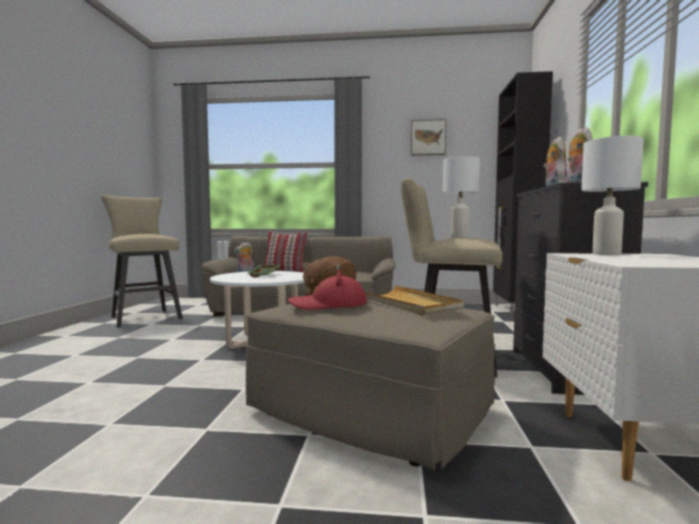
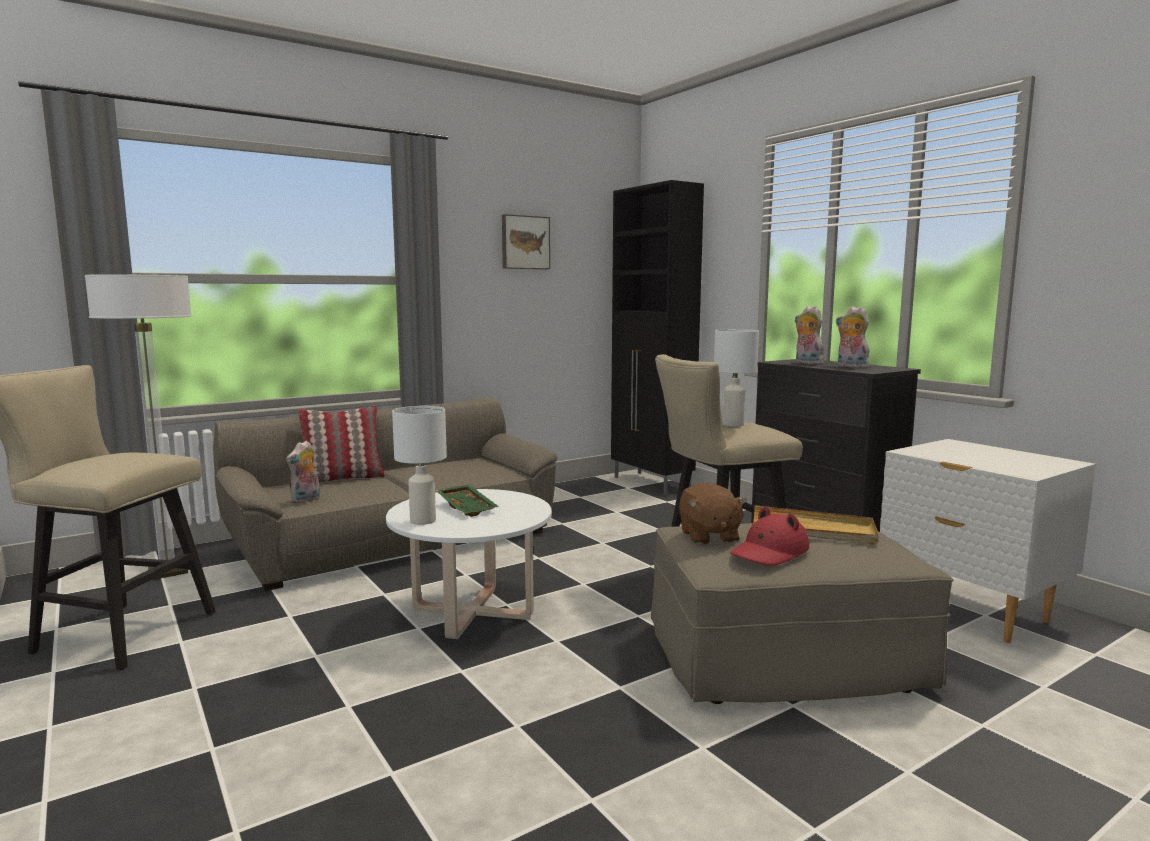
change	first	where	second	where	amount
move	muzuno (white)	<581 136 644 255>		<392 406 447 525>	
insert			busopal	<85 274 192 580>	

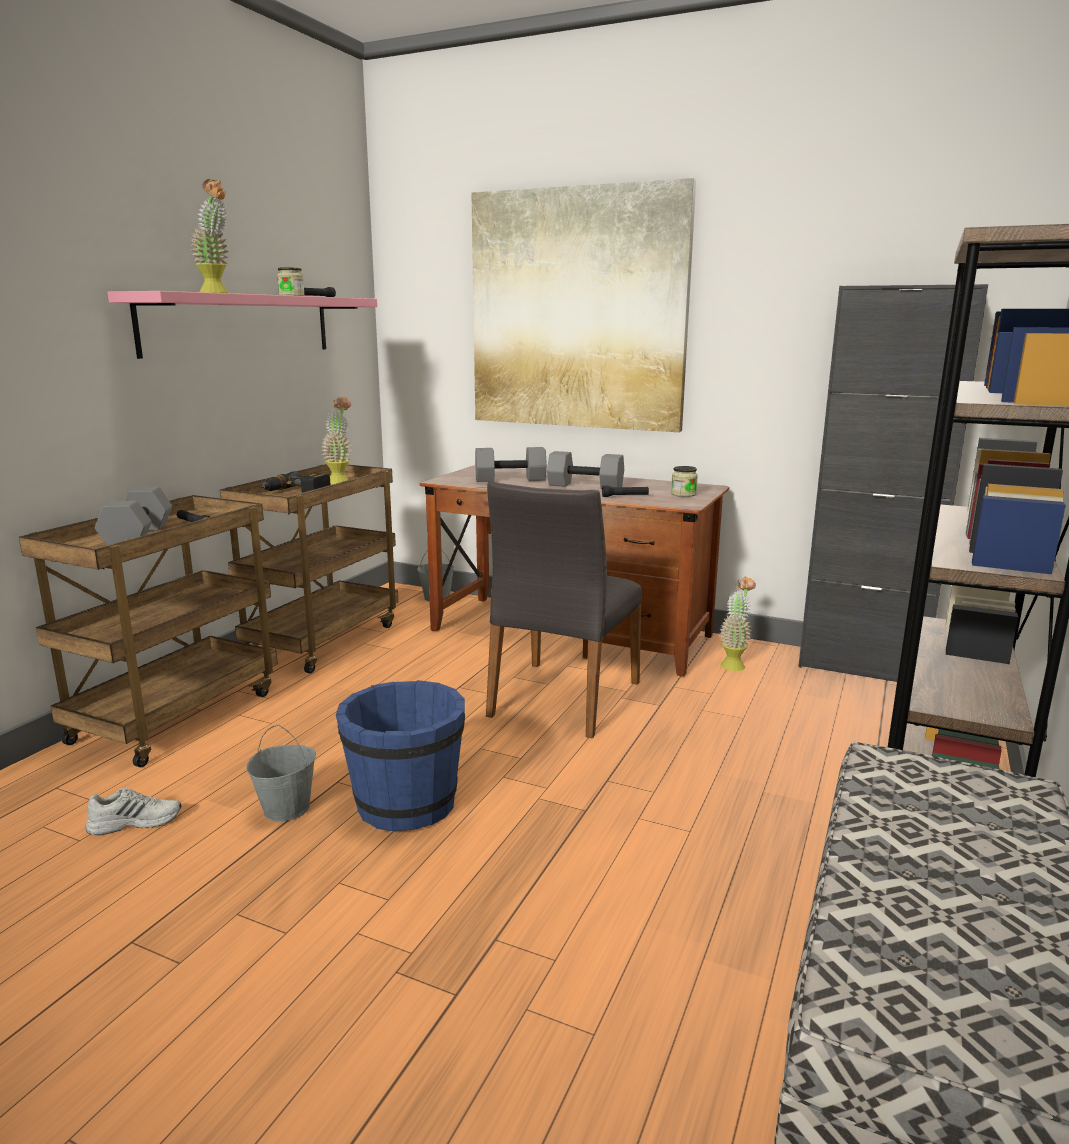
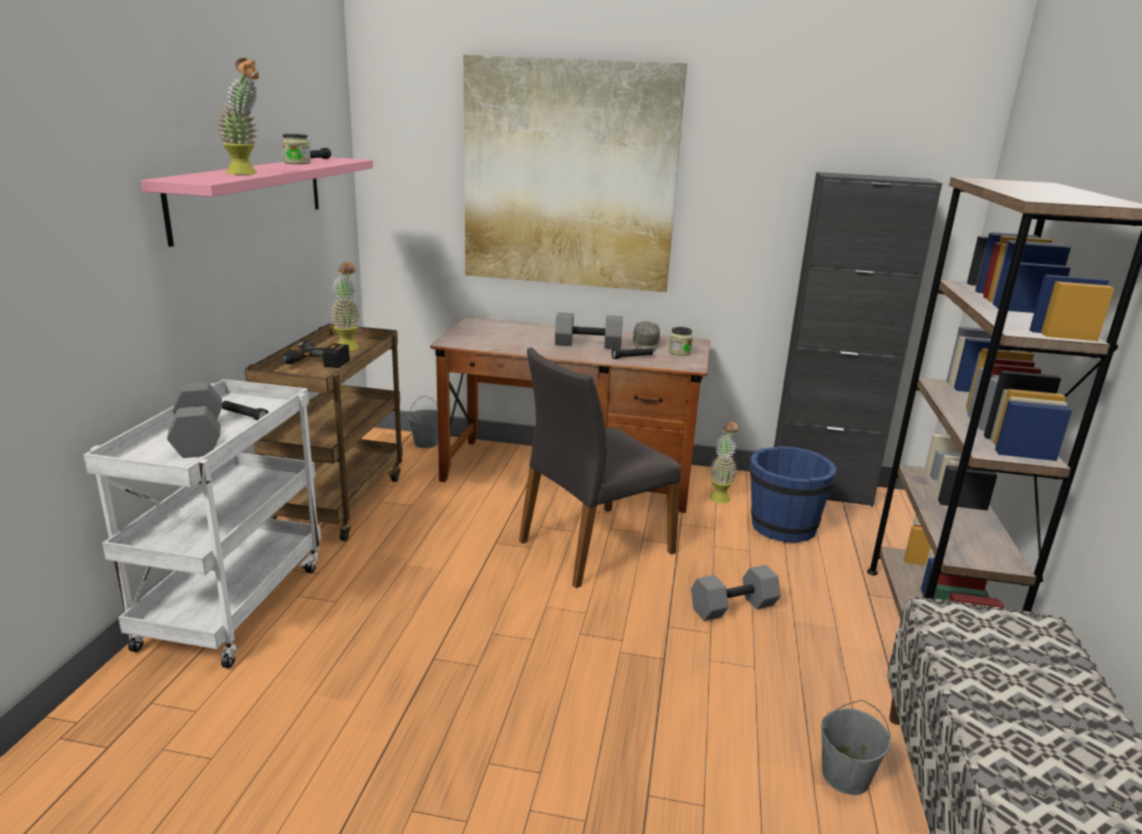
change	first	where	second	where	amount
move	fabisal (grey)	<475 447 547 482>		<691 565 781 621>	
rotate	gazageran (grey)	<486 481 642 738>		<519 347 681 588>	45 degrees clockwise
recolor	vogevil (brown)	<19 495 278 767>	vogevil (white)	<84 379 321 668>	
move	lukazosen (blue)	<336 680 465 831>		<750 446 837 543>	
move	lukazosen (grey)	<246 724 316 822>		<821 700 891 795>	
delete	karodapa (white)	<85 788 181 836>			
insert			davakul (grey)	<633 322 660 352>	

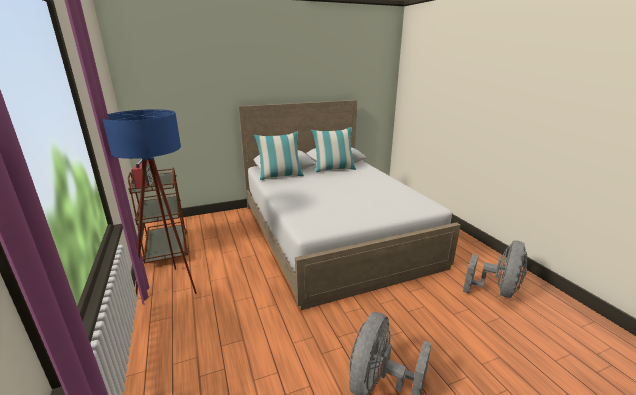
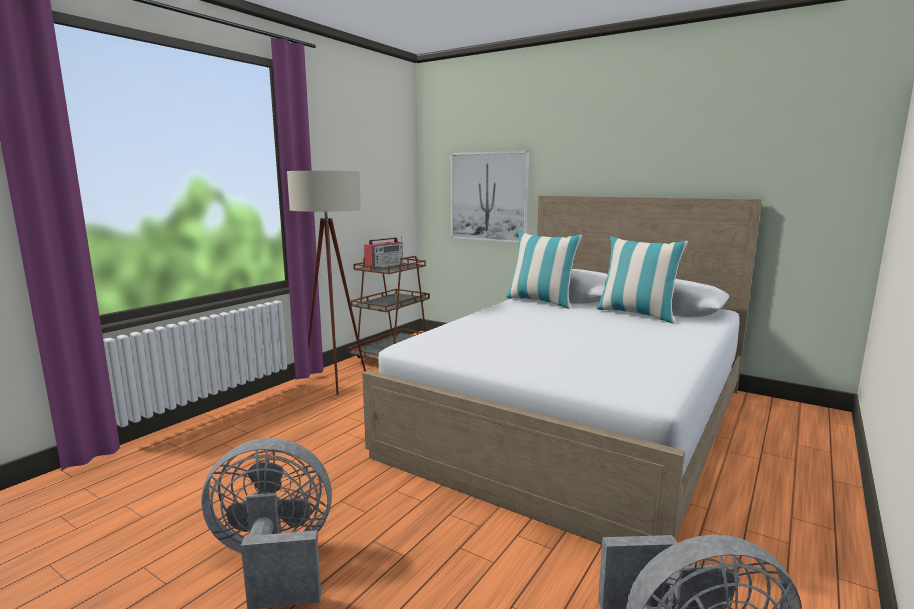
change	first	where	second	where	amount
recolor	busopal (blue)	<103 109 197 295>	busopal (beige)	<287 171 366 395>	
insert			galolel	<451 151 529 243>	

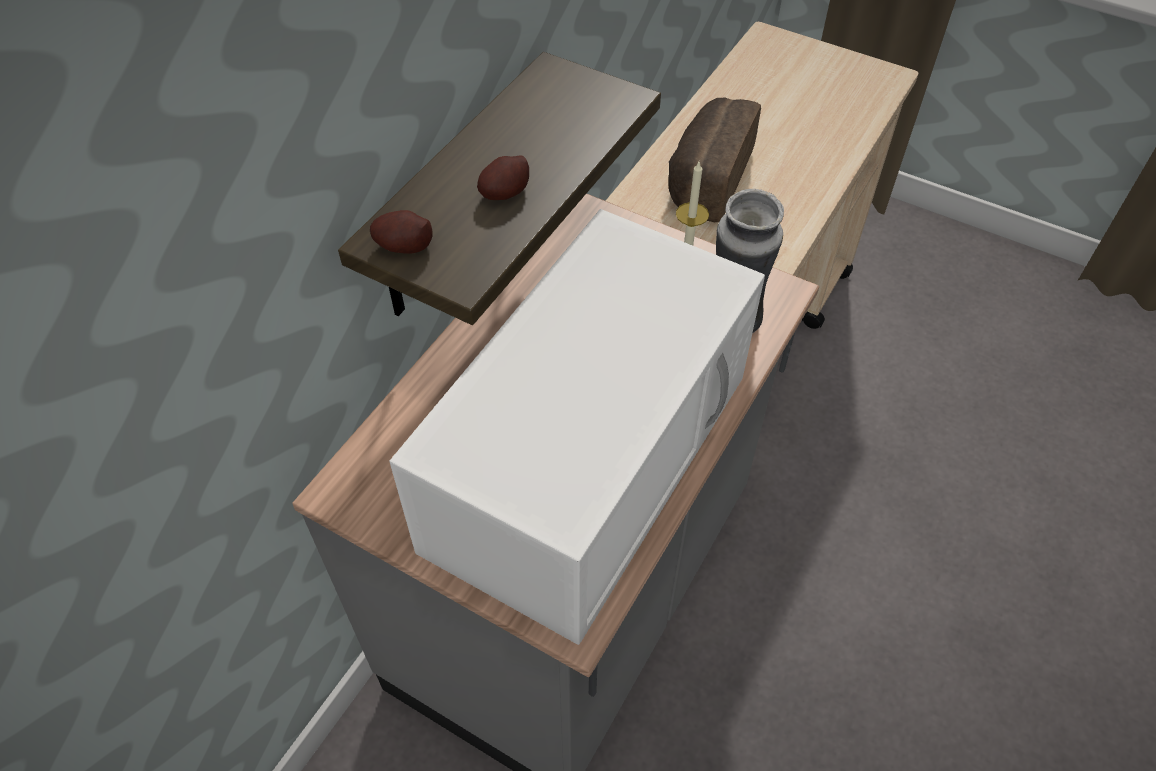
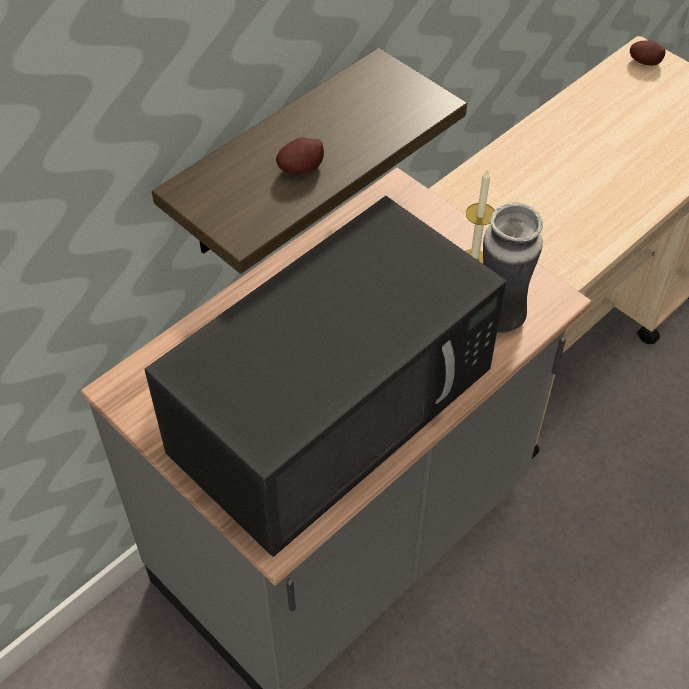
change	first	where	second	where	amount
delete	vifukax	<668 98 761 222>			
recolor	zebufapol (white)	<389 209 765 645>	zebufapol (black)	<144 196 506 557>	
move	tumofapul	<370 210 433 254>		<630 41 666 66>	

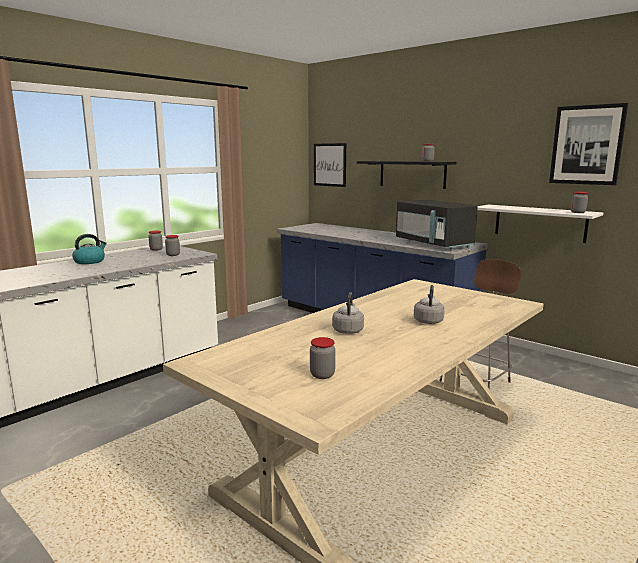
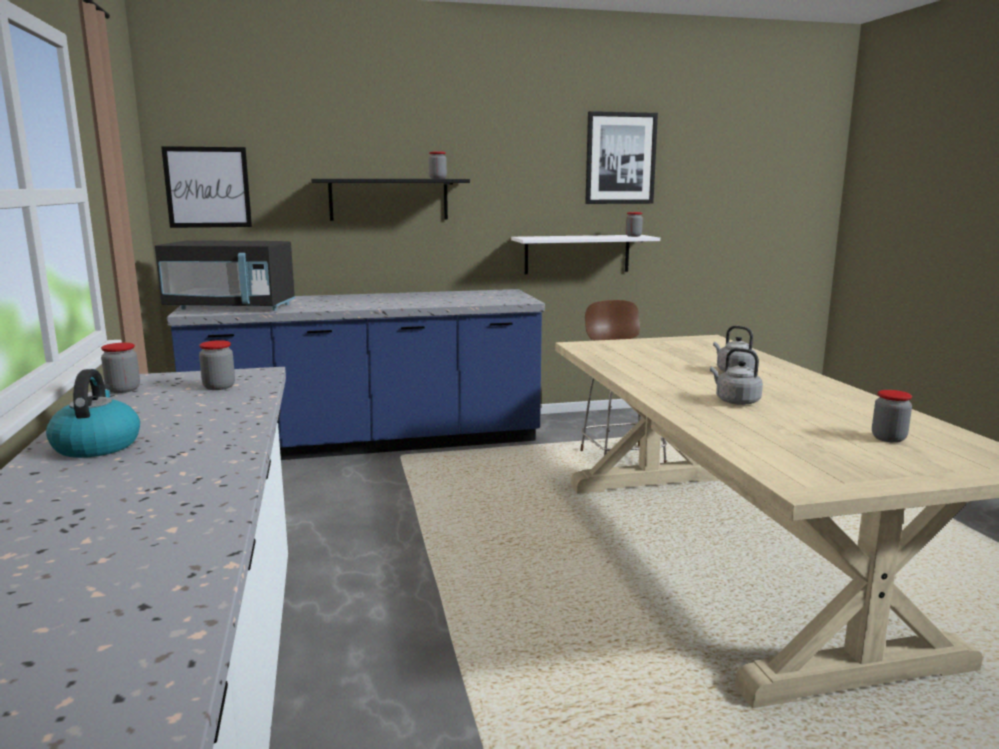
change	first	where	second	where	amount
move	zebufapol (black)	<396 200 478 250>		<155 240 295 311>	

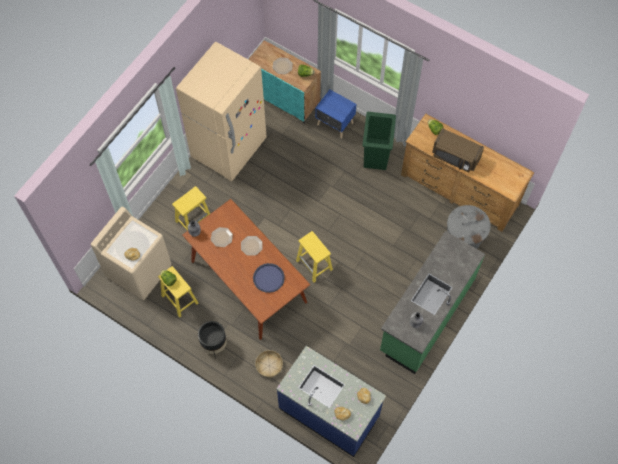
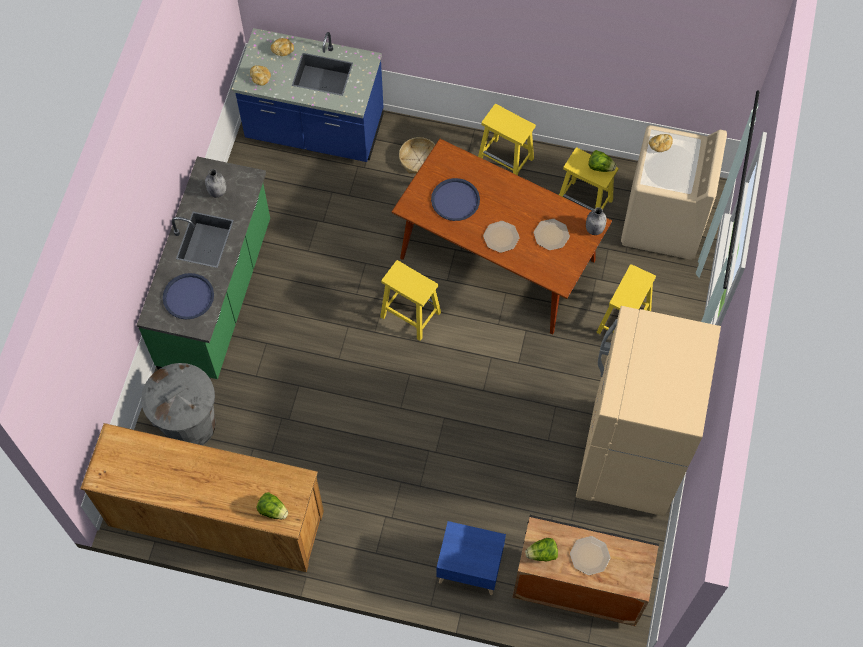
change	first	where	second	where	amount
recolor	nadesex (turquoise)	<248 40 321 124>	nadesex (black)	<512 515 659 626>	
delete	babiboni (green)	<363 112 396 170>			
delete	zebufapol (brown)	<432 128 484 172>			
replace	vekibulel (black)	<198 321 227 359>	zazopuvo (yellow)	<478 104 536 175>	
insert			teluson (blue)	<163 273 214 319>	

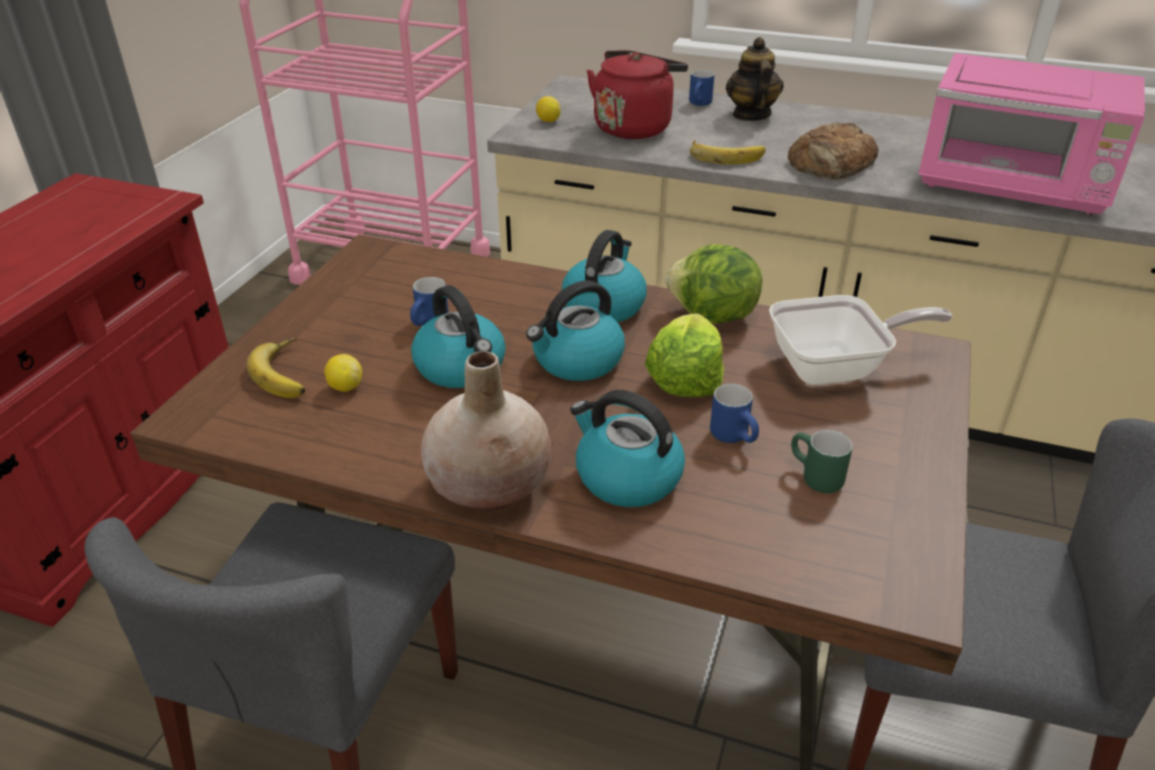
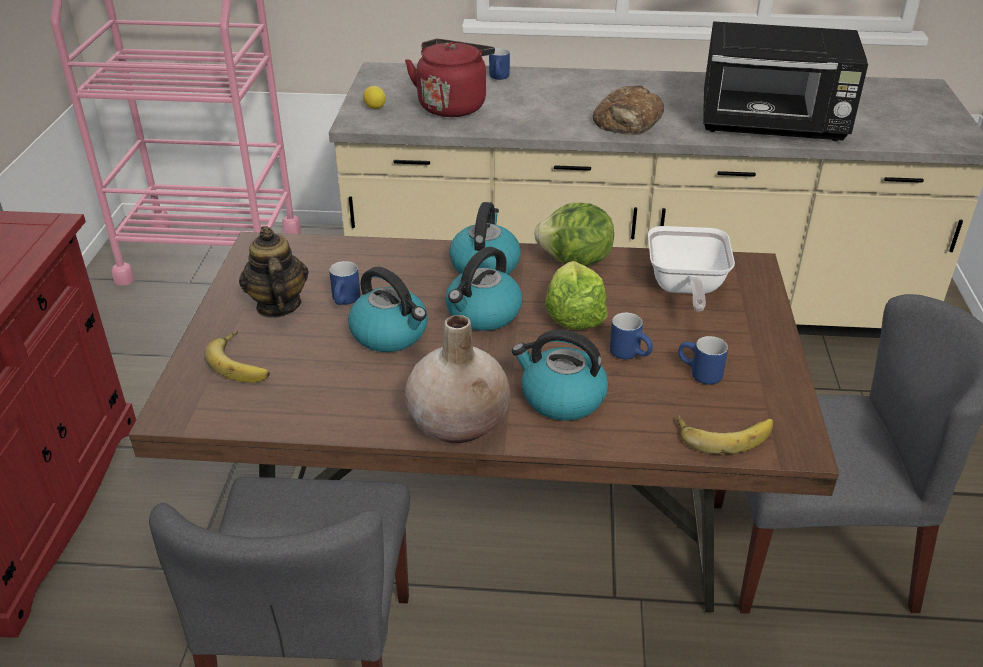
change	first	where	second	where	amount
move	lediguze	<726 37 784 121>		<239 226 309 318>	
recolor	zebufapol (pink)	<918 53 1145 215>	zebufapol (black)	<703 21 868 141>	
move	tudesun	<690 140 765 164>		<677 415 773 454>	
rotate	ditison	<769 295 953 385>		<648 226 735 312>	120 degrees clockwise
delete	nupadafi	<324 354 362 392>			
recolor	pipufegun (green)	<791 430 852 493>	pipufegun (blue)	<679 336 728 385>	

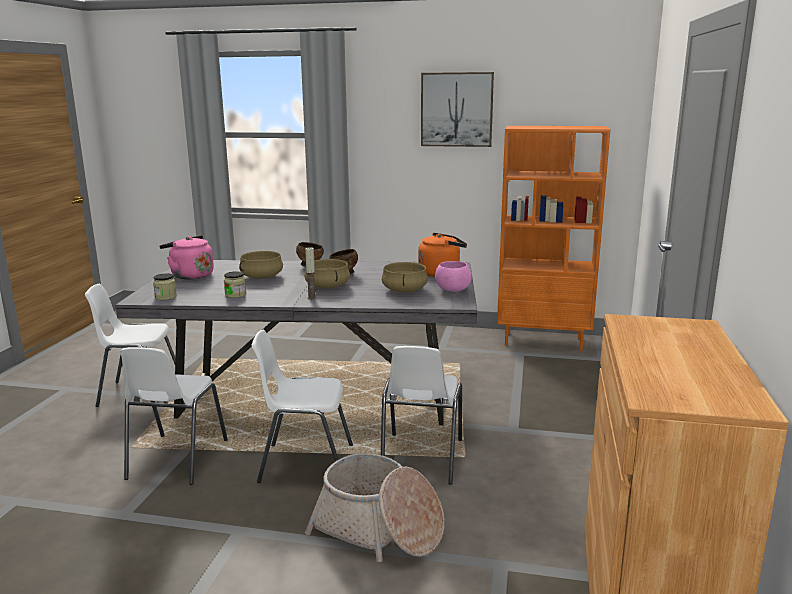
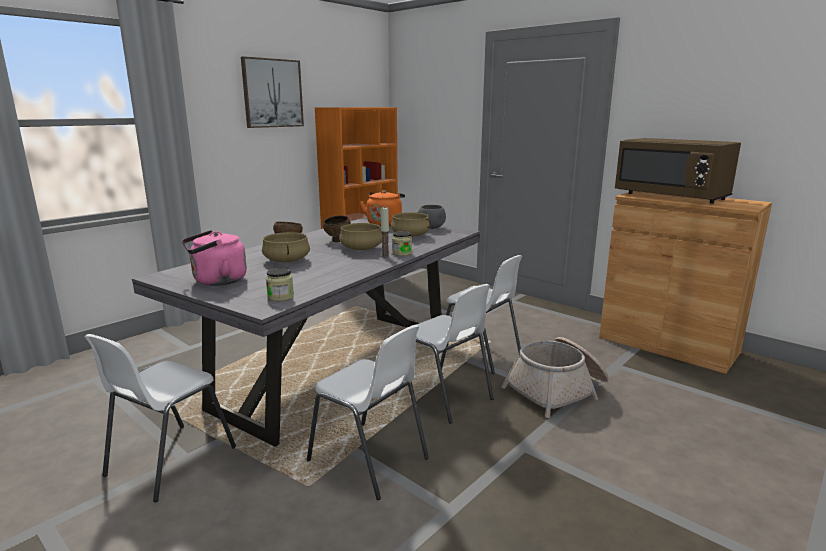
change	first	where	second	where	amount
recolor	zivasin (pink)	<435 261 472 292>	zivasin (grey)	<418 205 446 229>	
move	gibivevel	<224 271 246 298>		<392 231 412 256>	
rotate	gazageran (white)	<252 330 353 483>		<396 284 494 424>	75 degrees counterclockwise
insert			zebufapol (brown)	<615 138 741 204>	

